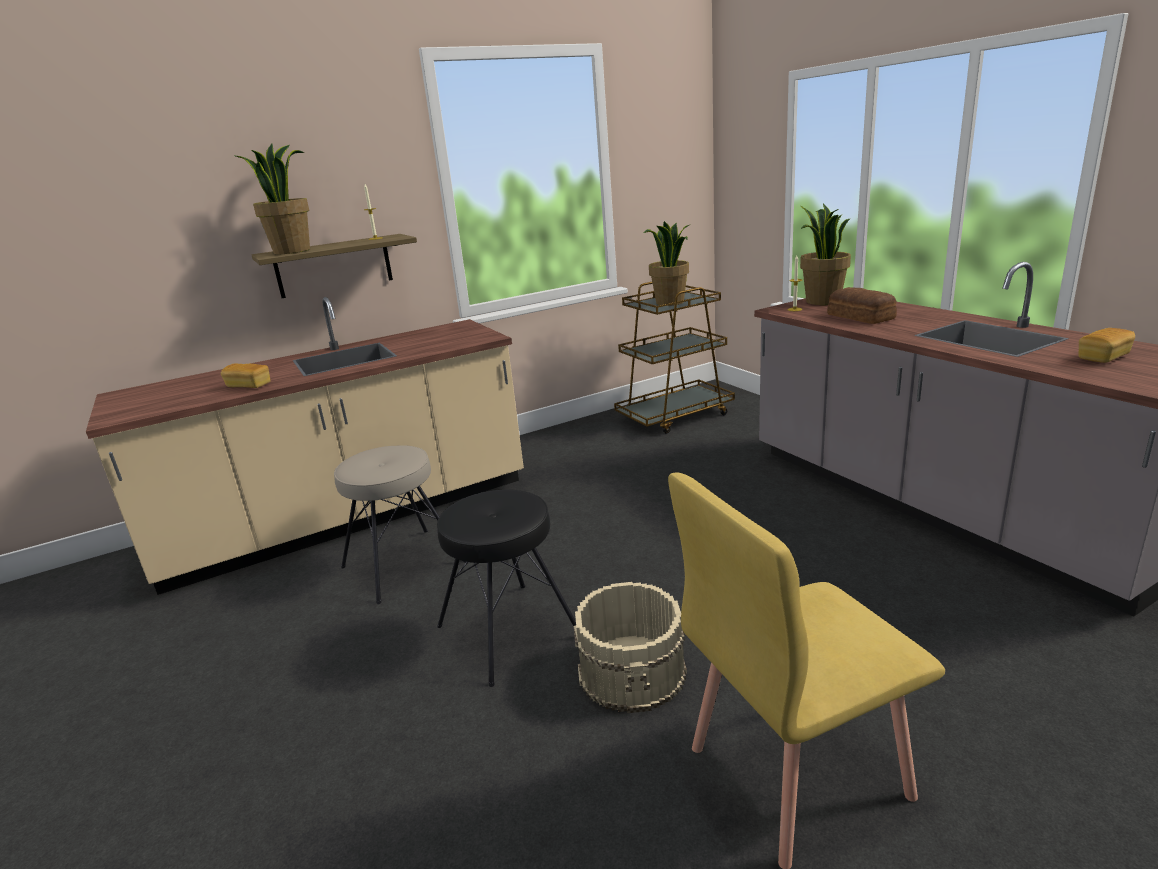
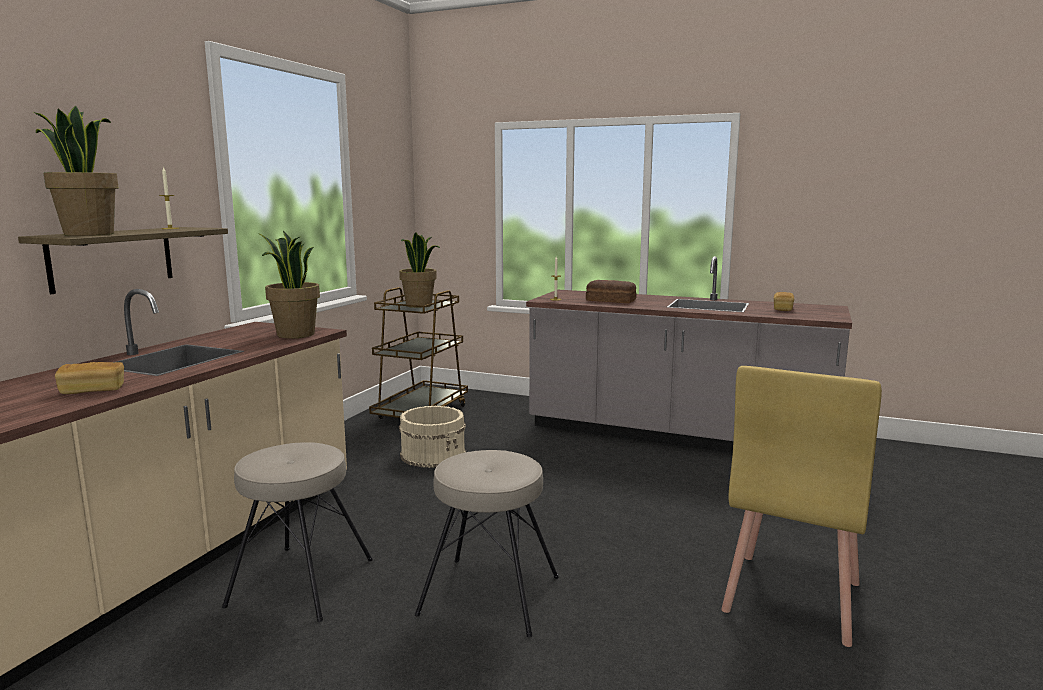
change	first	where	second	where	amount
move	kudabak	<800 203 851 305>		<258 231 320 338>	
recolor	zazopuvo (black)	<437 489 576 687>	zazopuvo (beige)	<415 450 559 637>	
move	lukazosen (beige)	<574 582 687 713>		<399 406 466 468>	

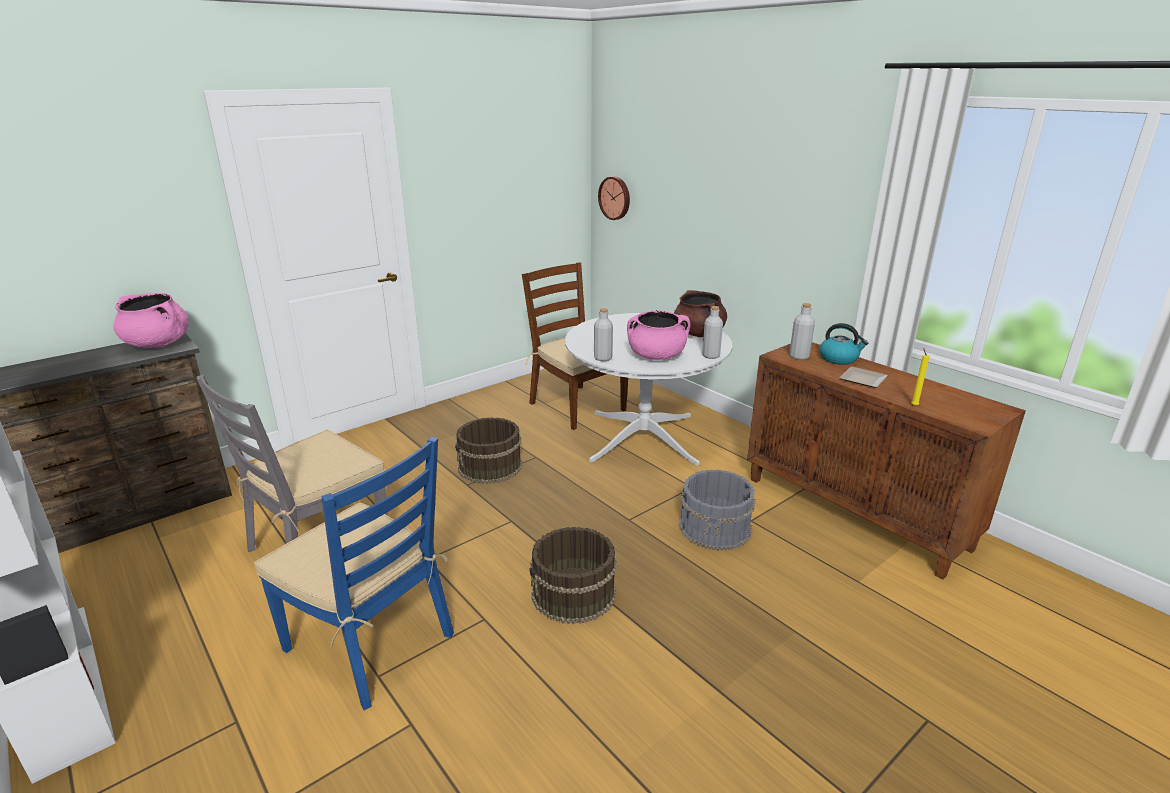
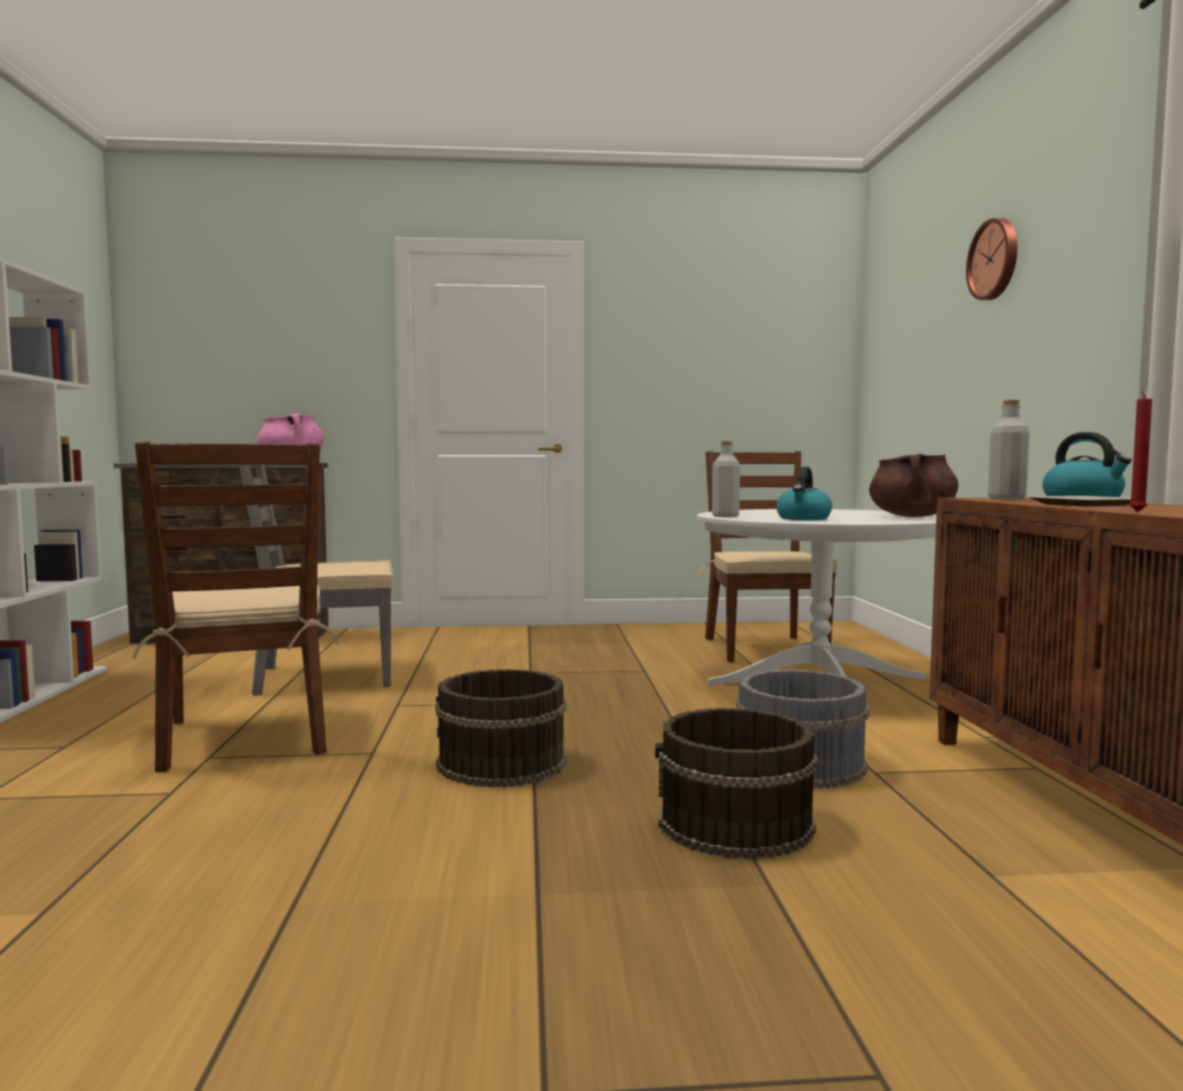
change	first	where	second	where	amount
move	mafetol	<598 176 630 220>		<966 218 1018 300>	
delete	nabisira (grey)	<702 306 723 359>			
replace	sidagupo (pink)	<627 310 690 360>	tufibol	<776 467 832 520>	
recolor	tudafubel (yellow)	<911 348 929 406>	tudafubel (red)	<1129 387 1152 512>	
move	lukazosen (brown)	<455 417 522 484>		<655 708 818 859>	
recolor	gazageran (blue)	<254 437 454 710>	gazageran (brown)	<132 442 339 772>	

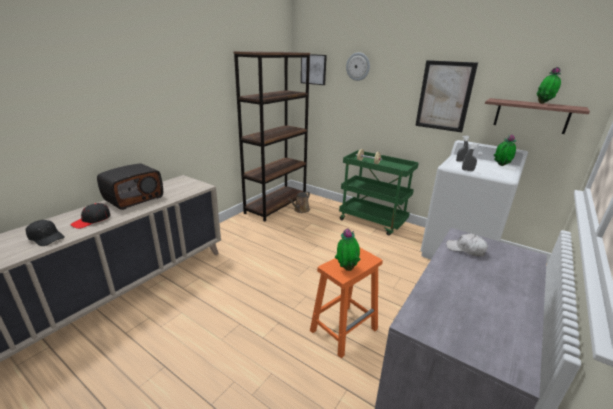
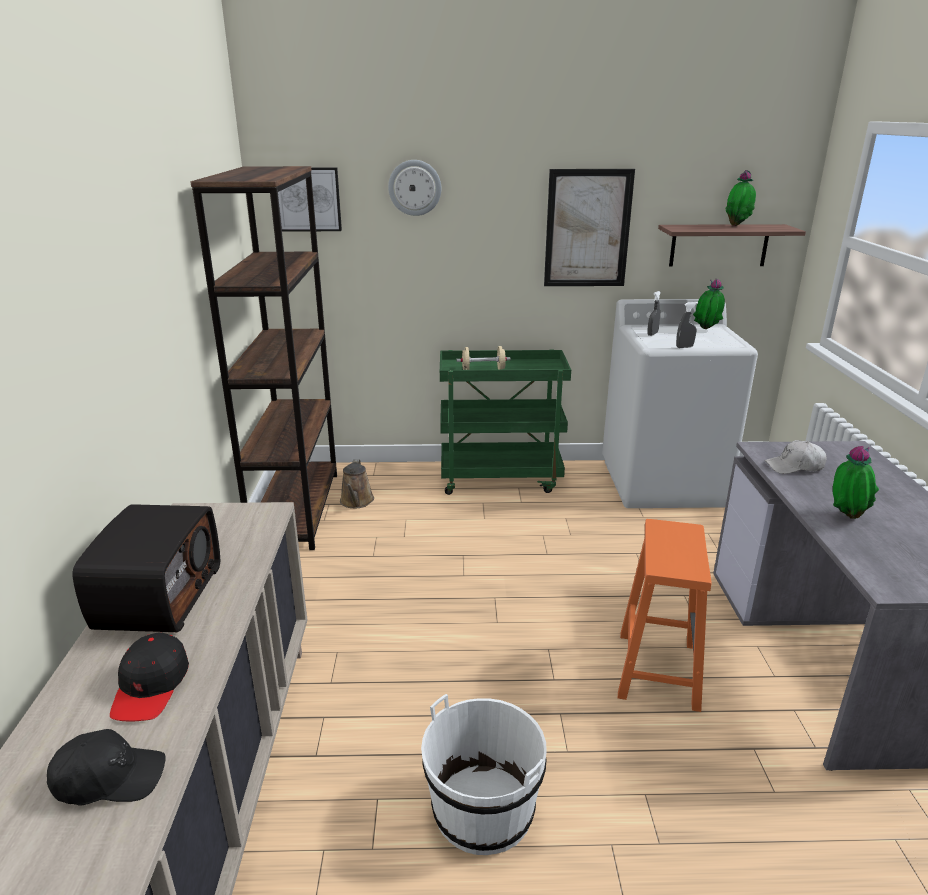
change	first	where	second	where	amount
move	kudabak	<335 228 361 271>		<833 446 879 519>	
insert			lukazosen (white)	<421 694 547 855>	

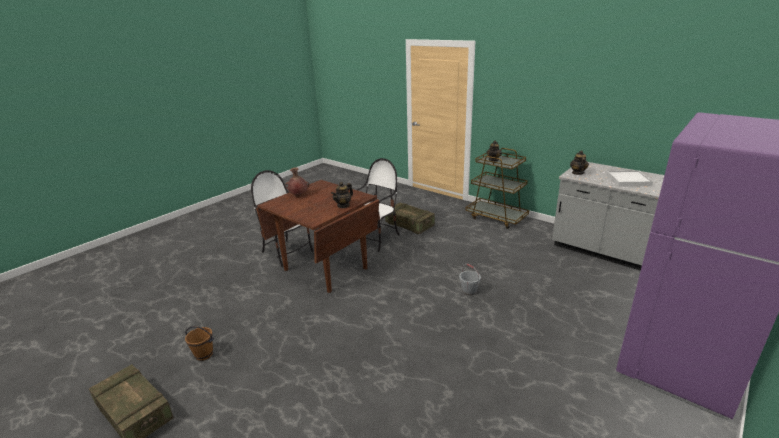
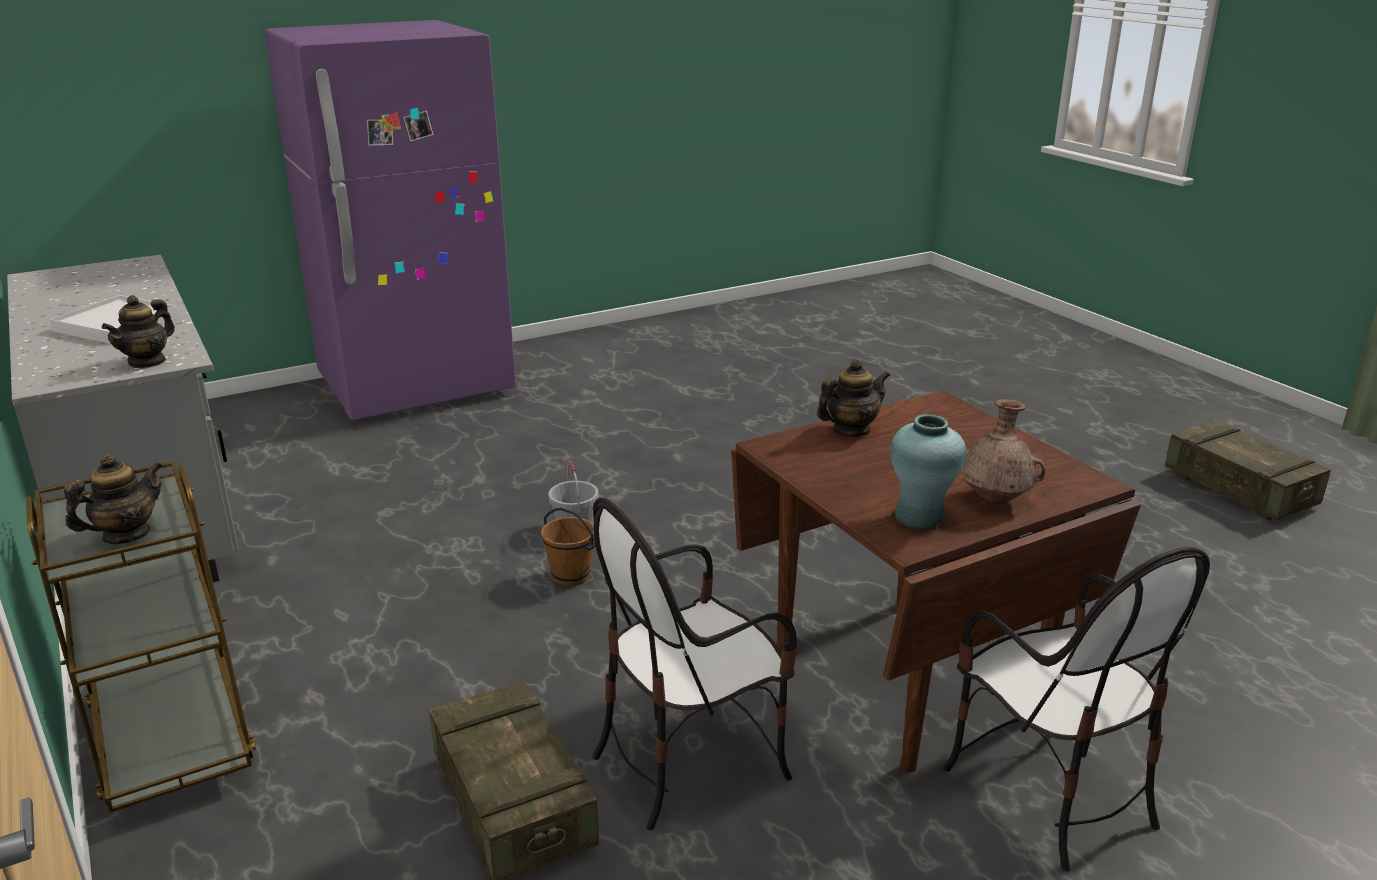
change	first	where	second	where	amount
move	lukazosen (brown)	<185 326 214 361>		<541 508 596 586>	
insert			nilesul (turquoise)	<890 414 966 530>	

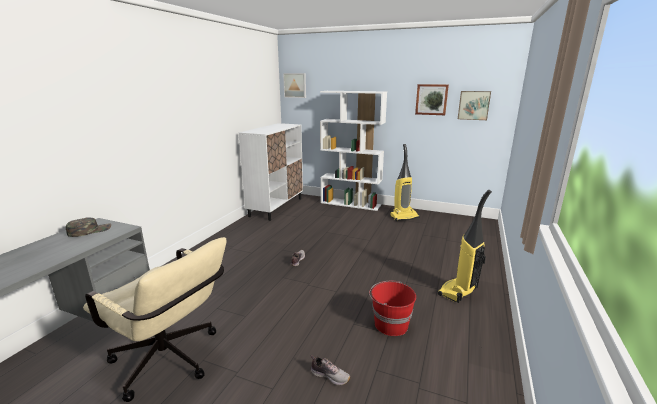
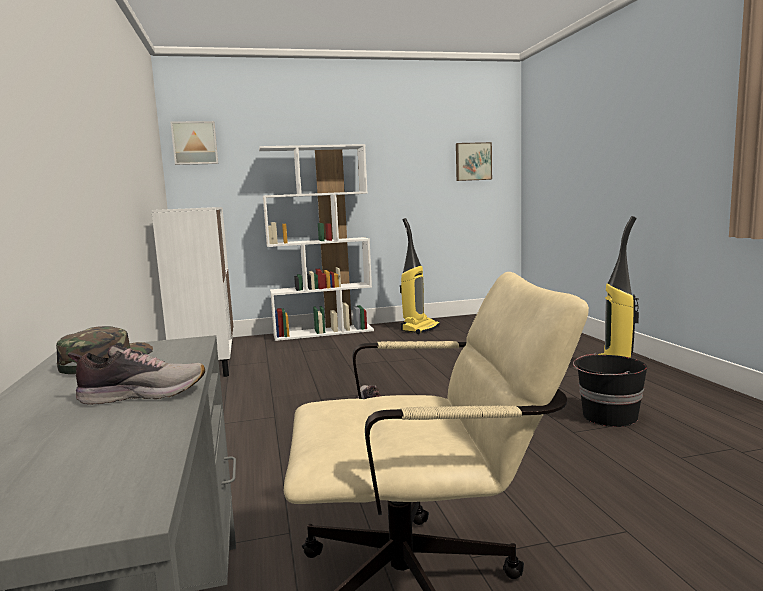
change	first	where	second	where	amount
delete	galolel	<415 84 449 115>			
recolor	lukazosen (red)	<369 281 416 336>	lukazosen (black)	<573 353 647 427>	
move	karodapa	<311 355 351 386>		<68 345 205 405>	

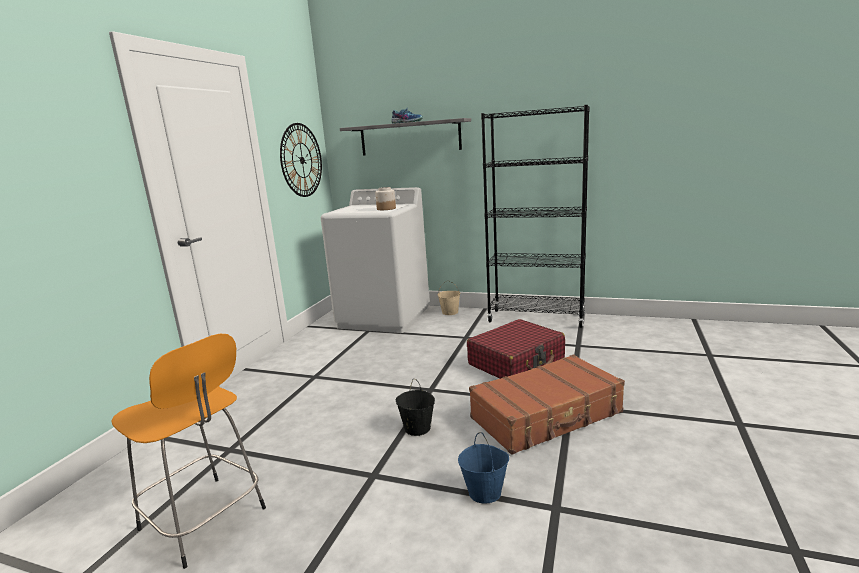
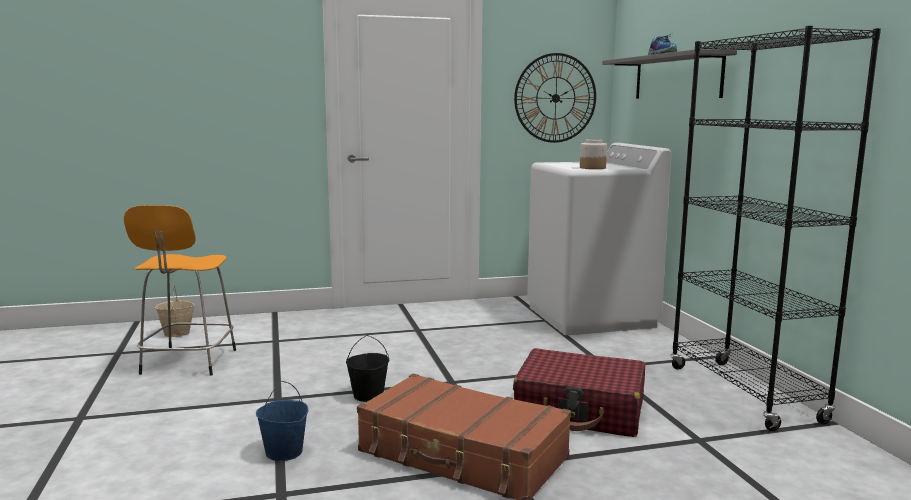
change	first	where	second	where	amount
move	lukazosen (beige)	<437 280 460 315>		<155 285 195 337>	

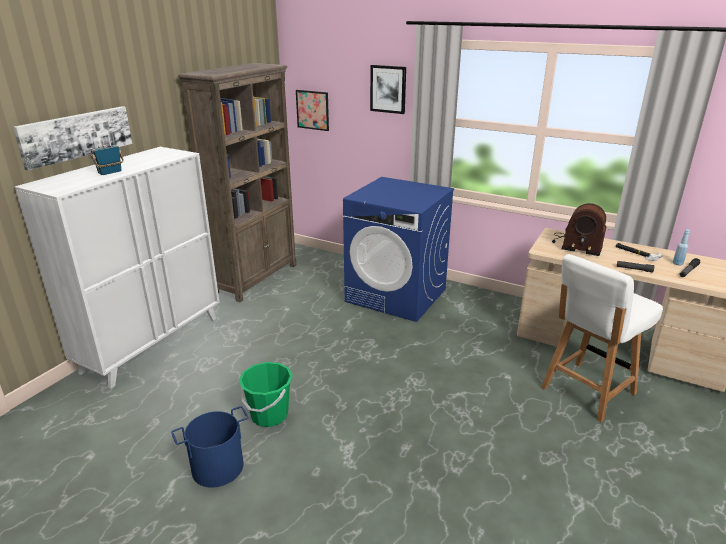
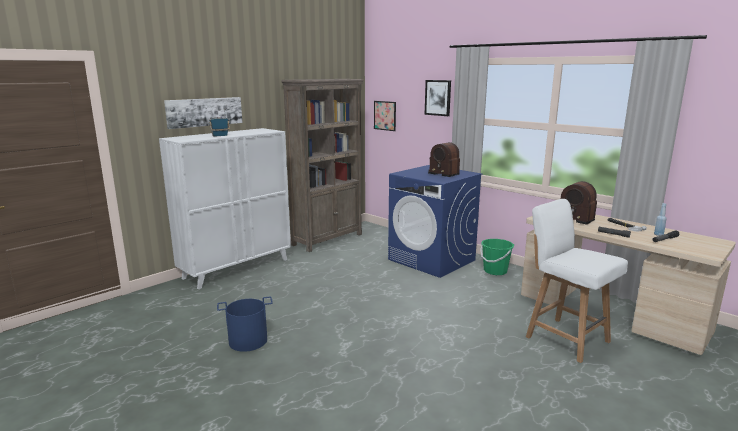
change	first	where	second	where	amount
rotate	gazageran (white)	<541 254 663 423>		<526 199 628 363>	75 degrees clockwise
move	lukazosen (green)	<239 362 293 427>		<480 239 514 275>	
insert			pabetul	<428 142 460 177>	

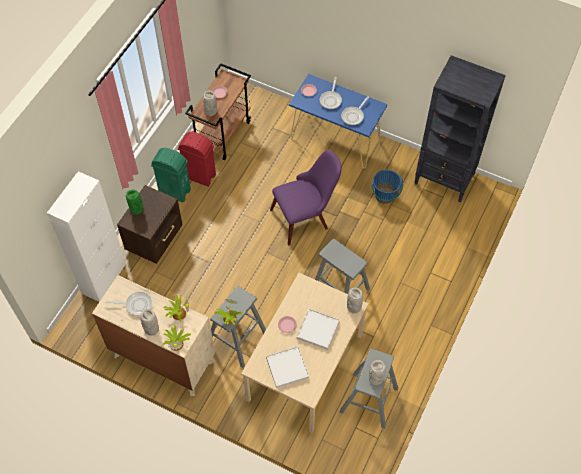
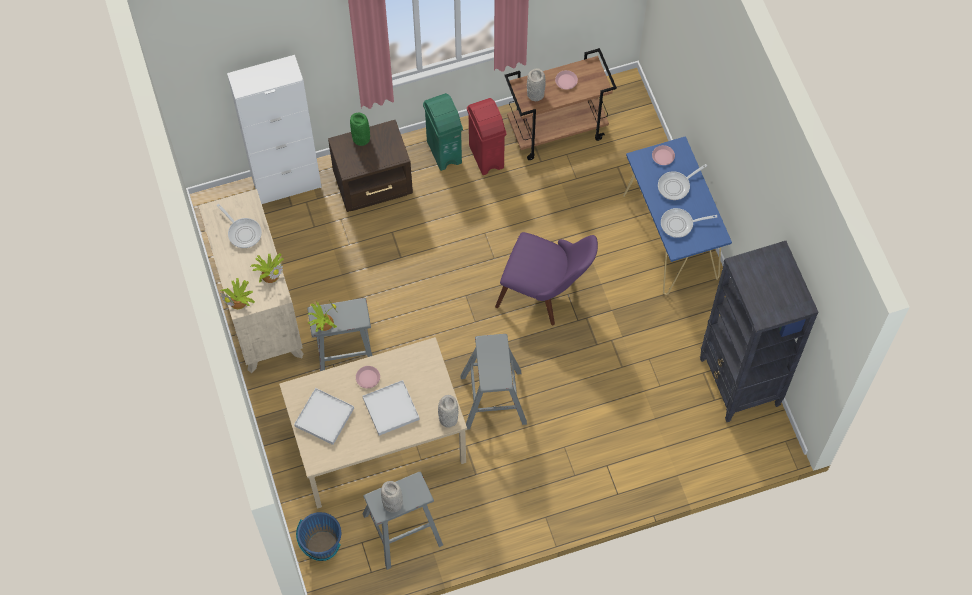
change	first	where	second	where	amount
move	lukazosen (blue)	<371 170 403 204>		<296 512 341 561>	
delete	nilesul (grey)	<140 309 159 336>			

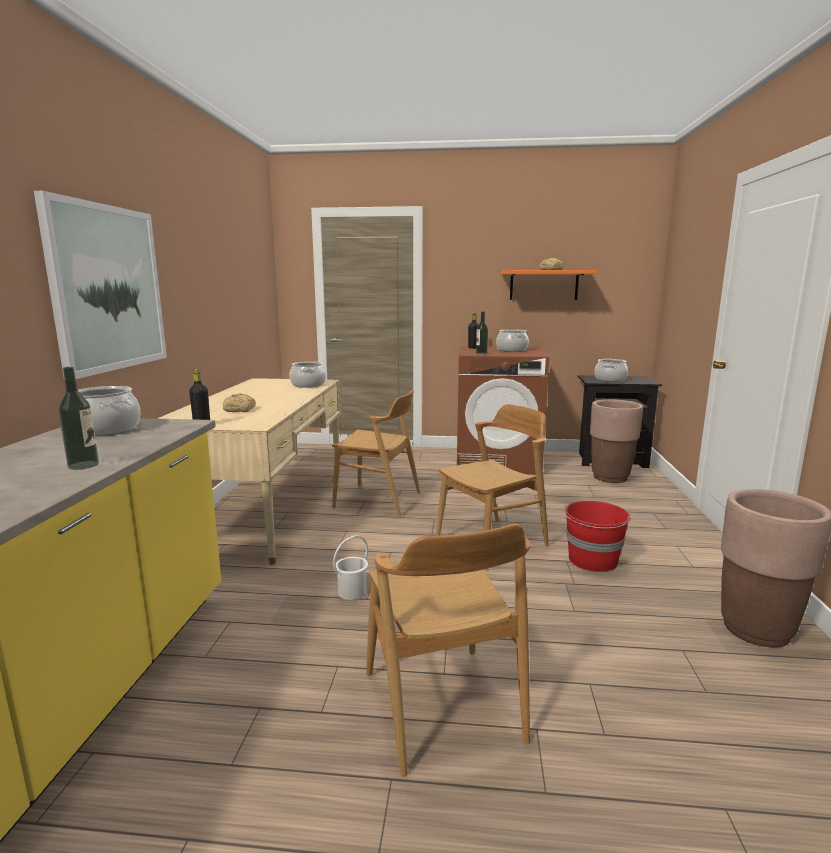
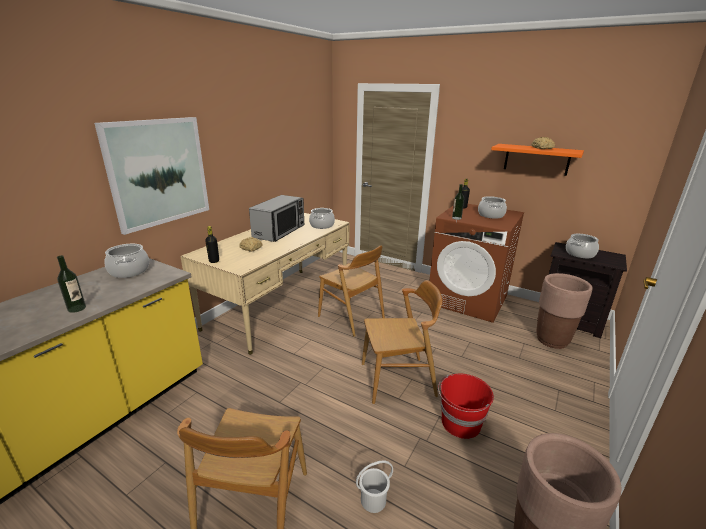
change	first	where	second	where	amount
move	lukazosen (white)	<333 535 368 600>		<356 460 393 513>	
insert			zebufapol	<249 195 304 242>	

